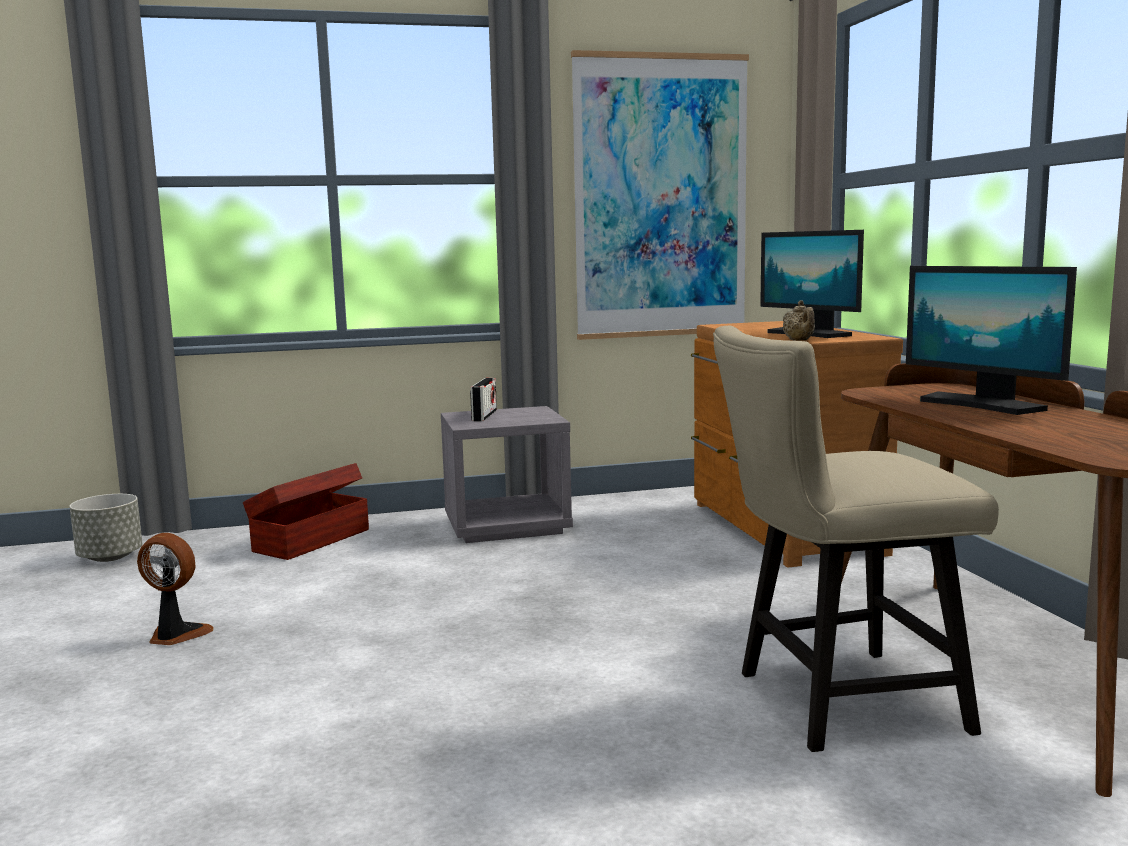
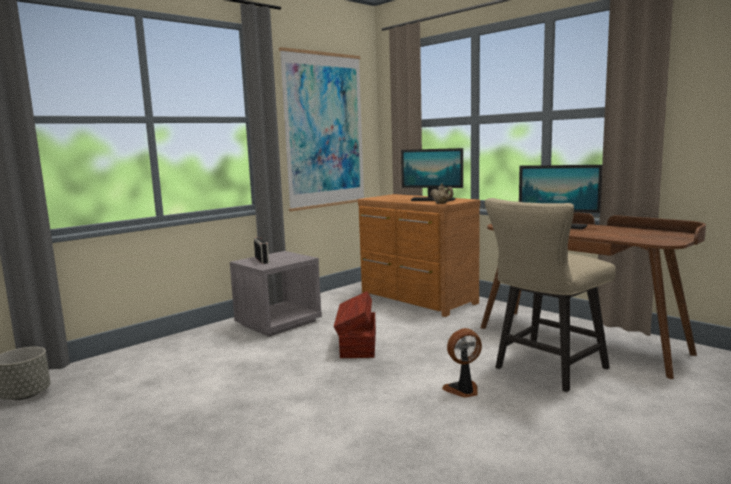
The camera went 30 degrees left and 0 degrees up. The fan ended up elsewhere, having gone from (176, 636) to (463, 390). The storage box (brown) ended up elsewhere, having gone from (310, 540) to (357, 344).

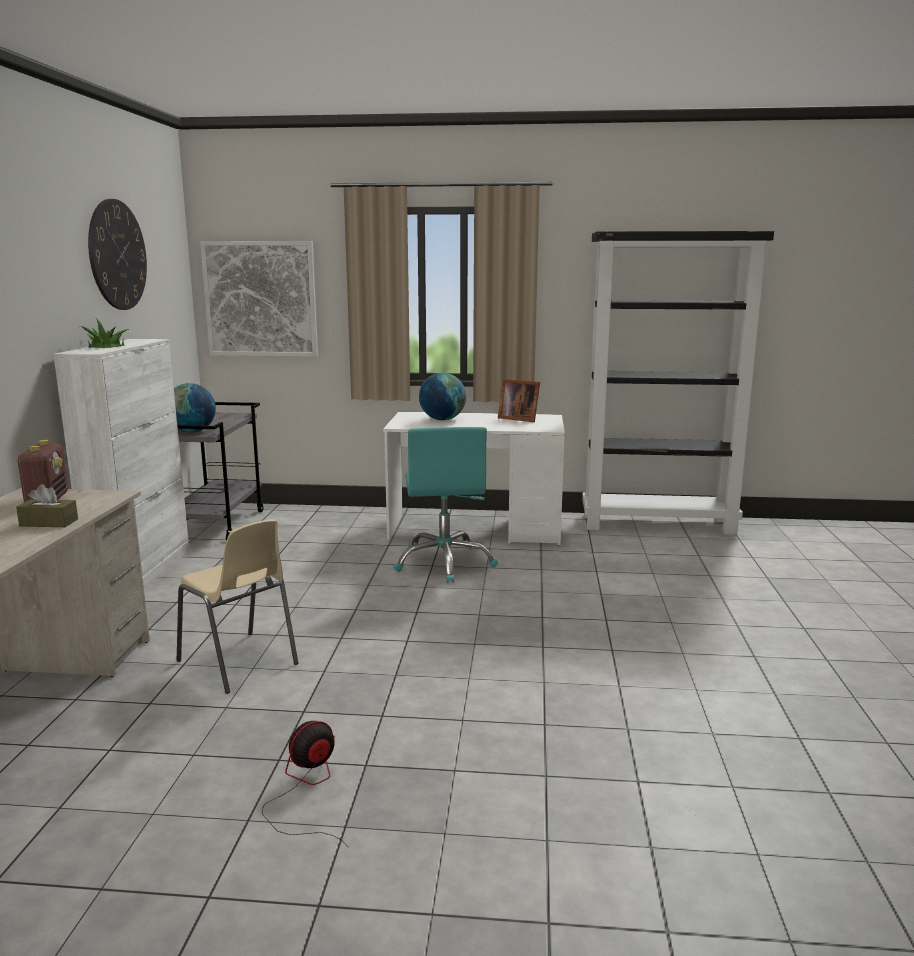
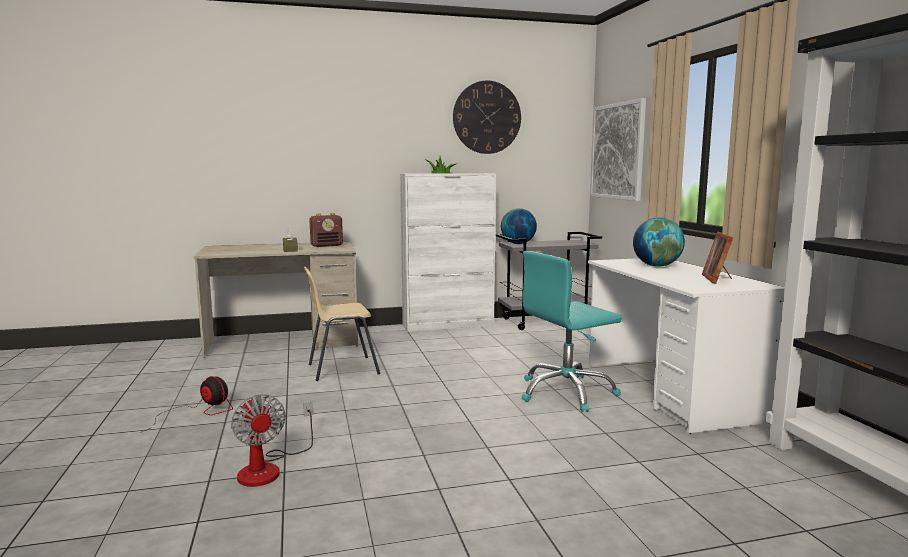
The camera went 70 degrees right and 5 degrees down. The chair (beige) at (239, 663) ended up facing another way, 45 degrees clockwise from before. The second view gained the fan at (269, 468).

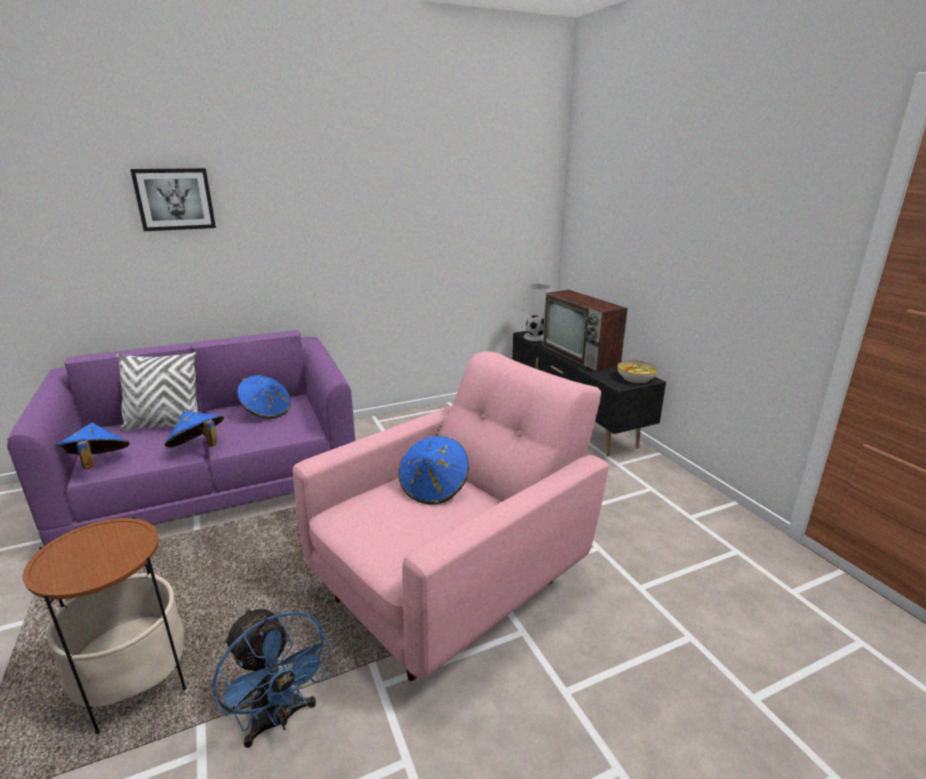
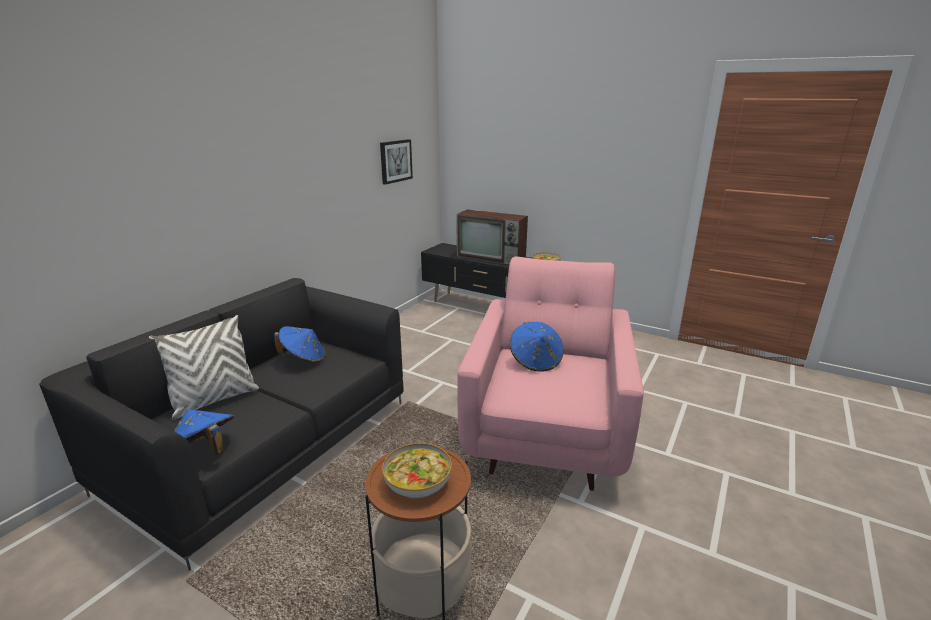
The camera went 35 degrees left and 0 degrees up. What was the sofa (purple) at (217, 481) turned into the sofa (black) at (264, 442). The picture ended up elsewhere, having gone from (175, 199) to (395, 161). The second view lost the hat (blue) at (198, 447). The second view lost the fan (blue) at (279, 720). The second view lost the table lamp (white) at (535, 337). The second view gained the bowl at (417, 482).

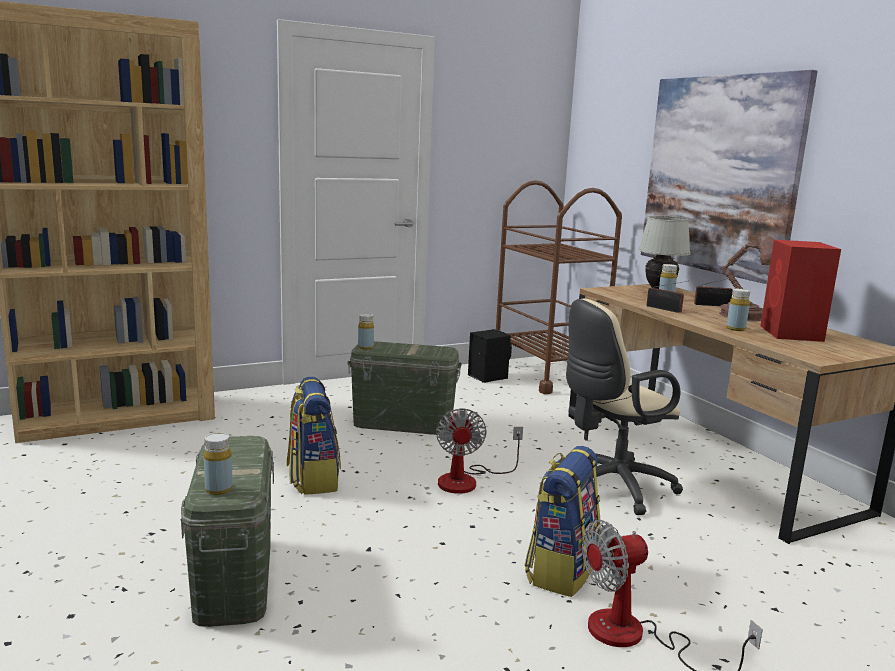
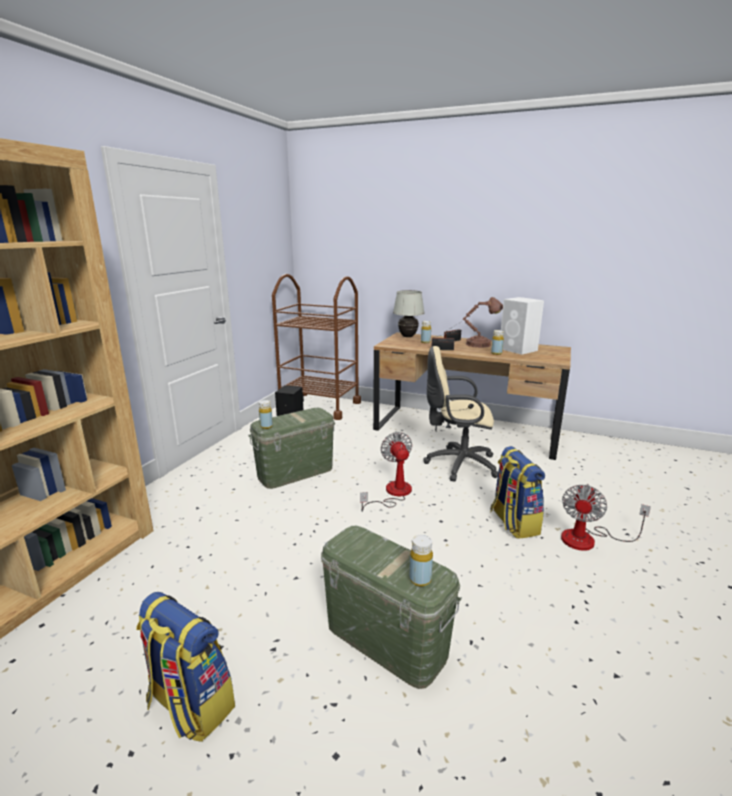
The camera went 40 degrees left and 5 degrees up. The backpack ended up elsewhere, having gone from (312, 479) to (189, 705). The fan at (468, 480) ended up facing another way, 150 degrees counterclockwise from before. The office chair (beige) at (610, 487) ended up facing another way, 75 degrees clockwise from before. The second view lost the picture at (719, 175). What was the speaker (red) at (791, 334) turned into the speaker (white) at (518, 350).

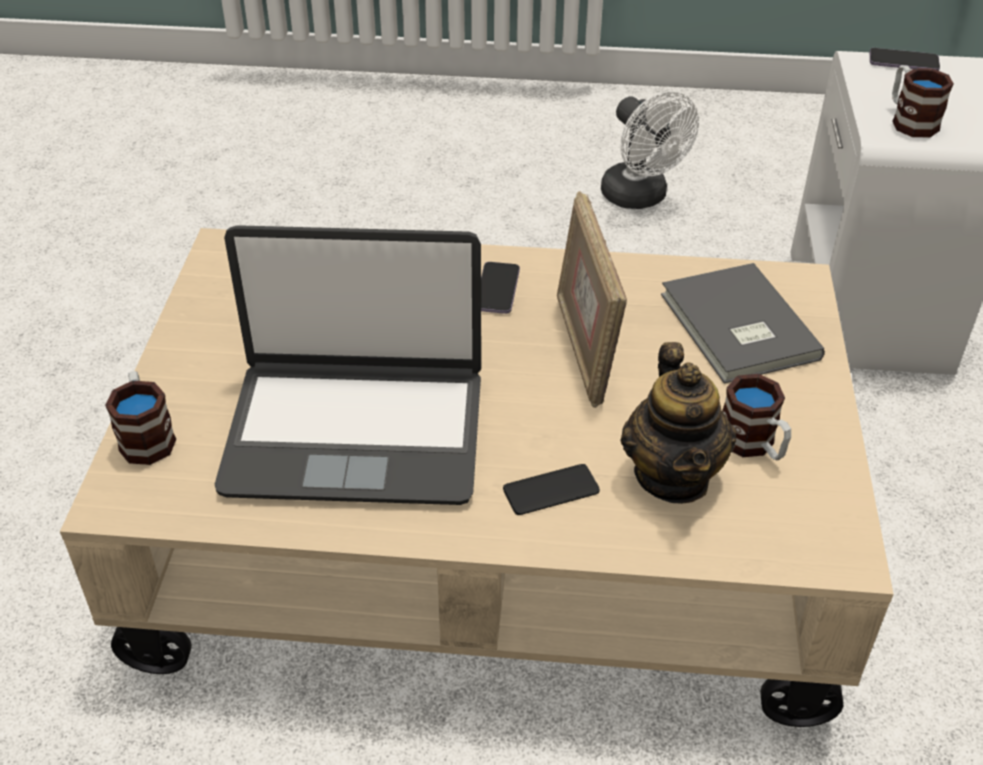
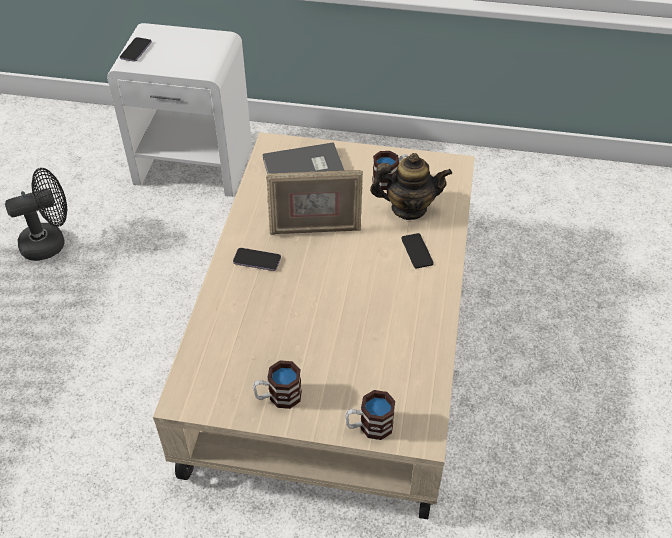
The camera went 85 degrees left and 5 degrees up. The second view lost the laptop at (355, 431). What was the fan (white) at (640, 198) turned into the fan (black) at (50, 242). The mug ended up elsewhere, having gone from (909, 120) to (278, 397).

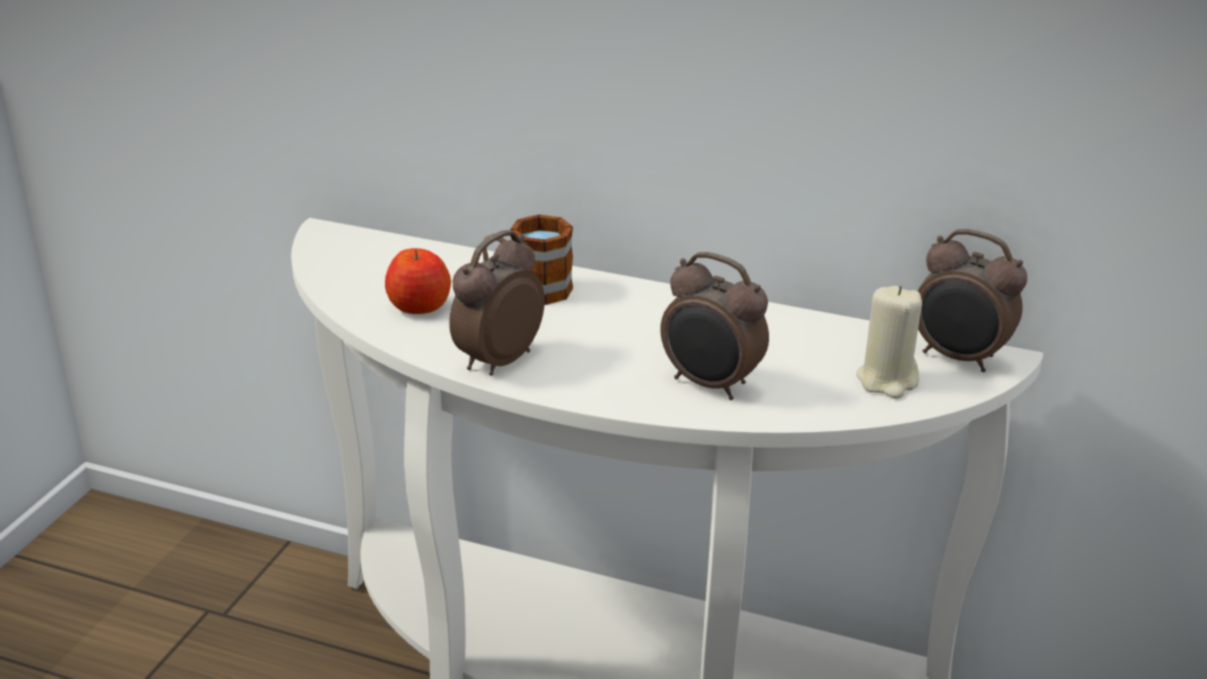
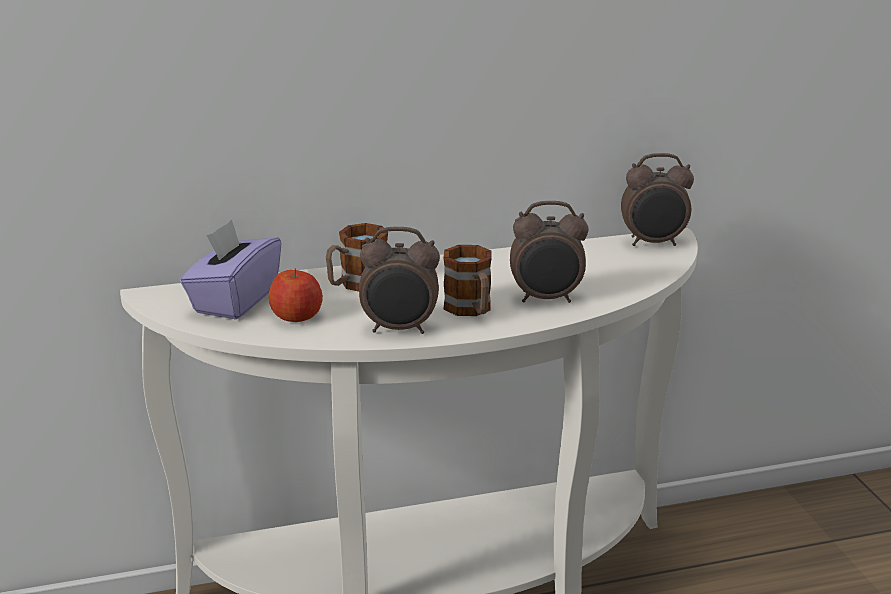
The camera went 35 degrees left and 5 degrees down. The alarm clock at (496, 361) ended up facing another way, 90 degrees counterclockwise from before. The second view lost the candle (beige) at (887, 380). The second view gained the tissue box (purple) at (234, 300). The second view gained the mug at (471, 310).

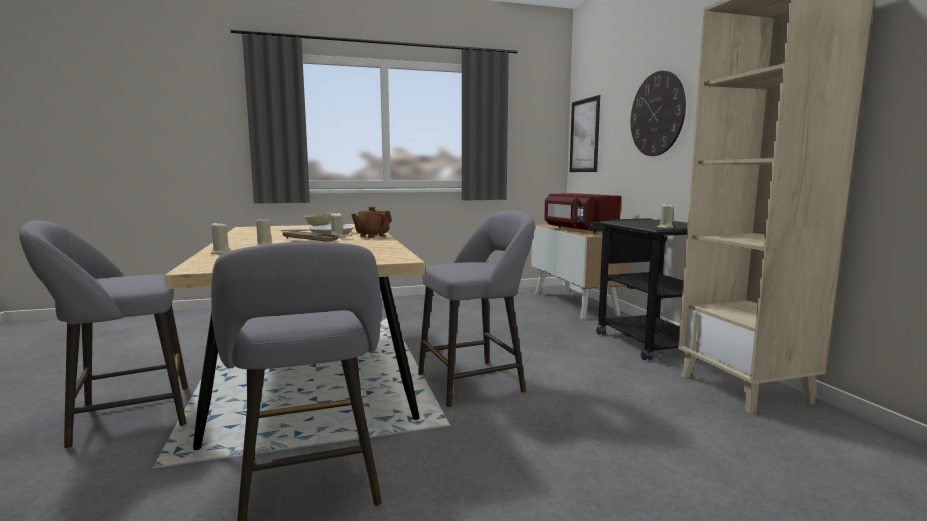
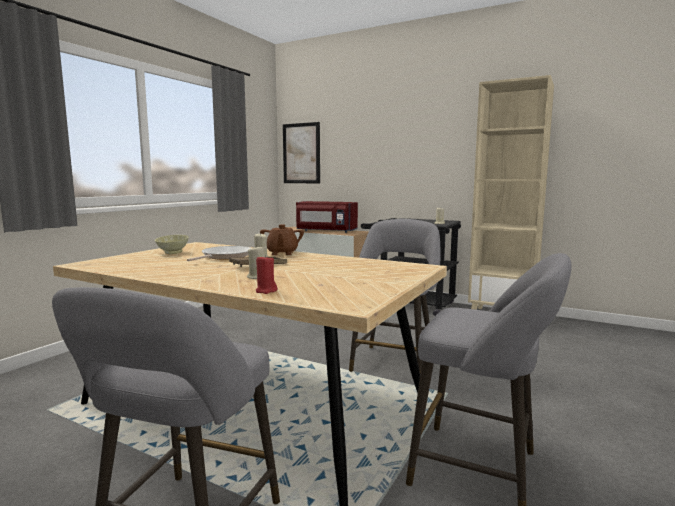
The camera went 45 degrees left and 0 degrees up. What was the candle (beige) at (221, 253) turned into the candle (red) at (266, 291). The second view lost the wall clock at (657, 114).

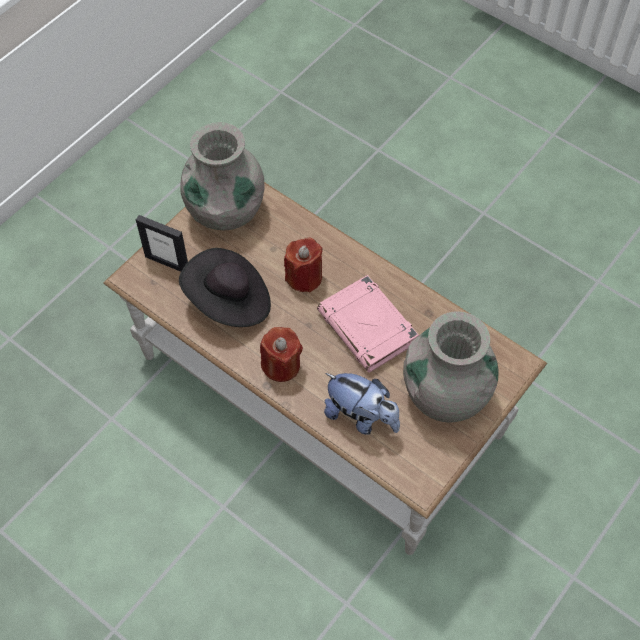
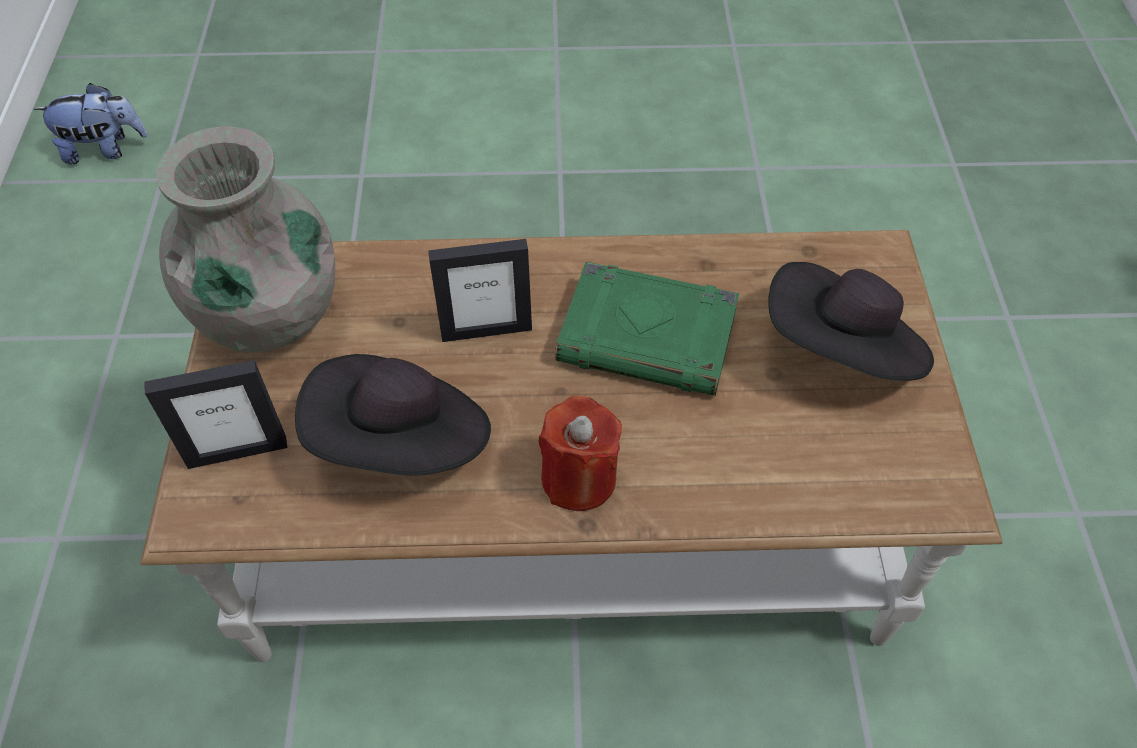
The camera went 40 degrees left and 5 degrees down. Where the candle (red) stood at (304, 277), the picture frame came to stand at (486, 330). What was the book (pink) at (368, 328) turned into the book (green) at (649, 337). The plush toy ended up elsewhere, having gone from (361, 416) to (104, 149). Where the vase (grey) stood at (445, 394), the hat (black) came to stand at (842, 352).

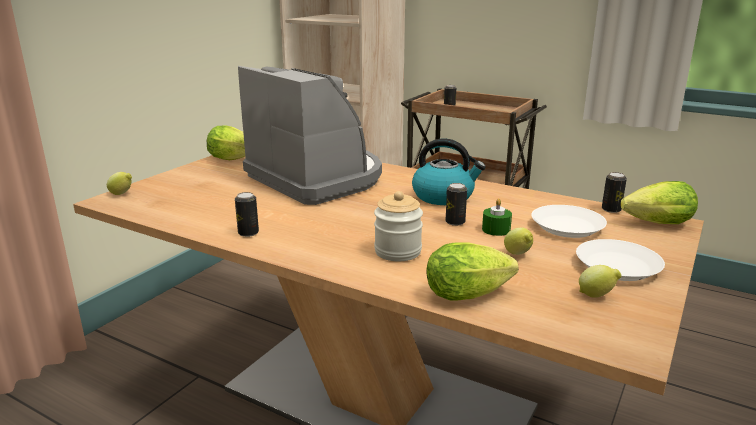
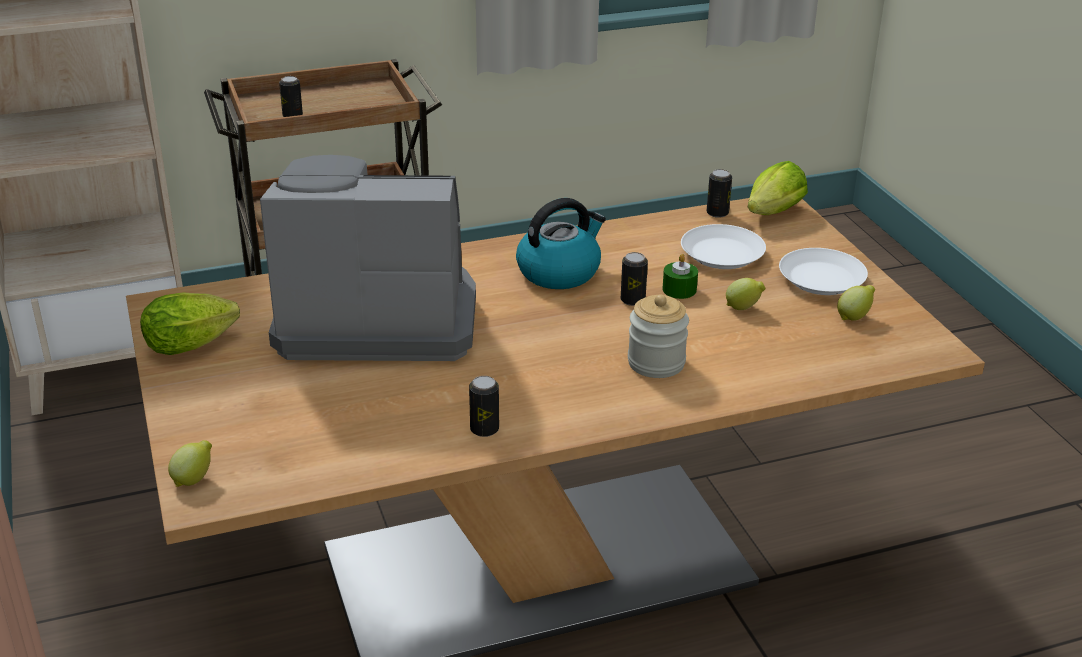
The camera went 50 degrees left and 10 degrees up. The second view lost the lettuce at (471, 294).

